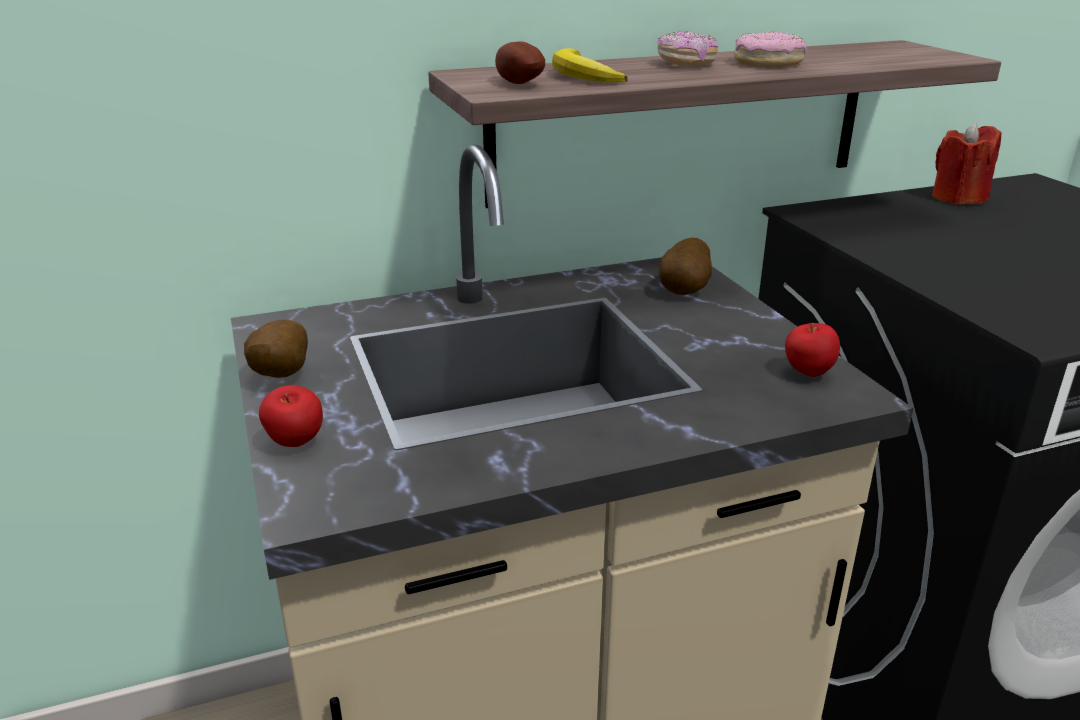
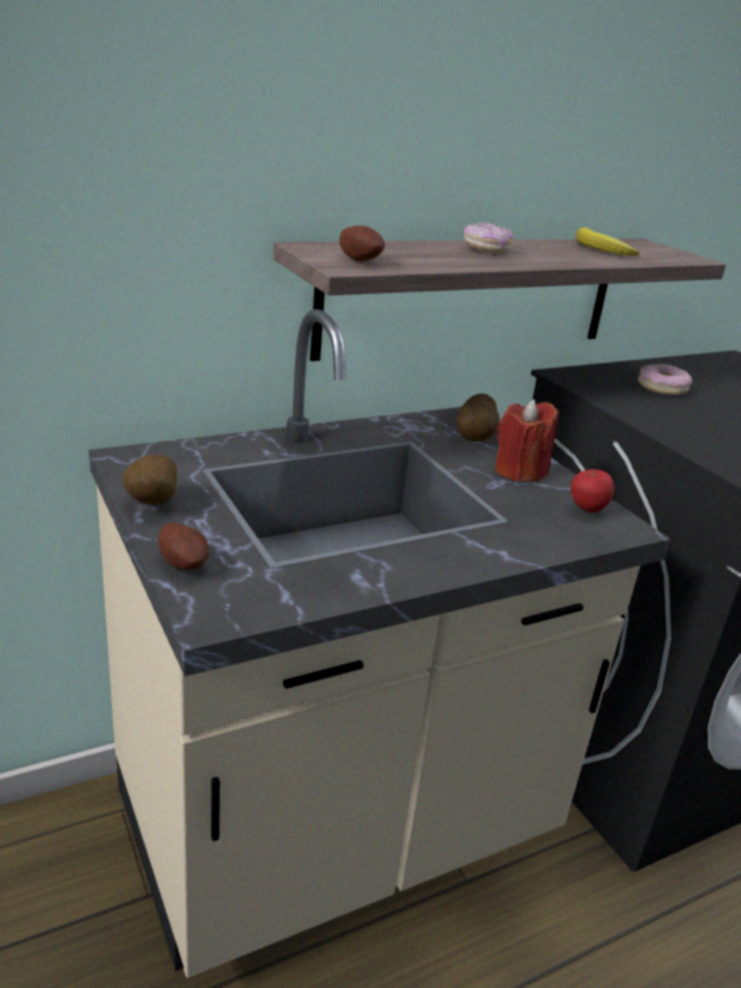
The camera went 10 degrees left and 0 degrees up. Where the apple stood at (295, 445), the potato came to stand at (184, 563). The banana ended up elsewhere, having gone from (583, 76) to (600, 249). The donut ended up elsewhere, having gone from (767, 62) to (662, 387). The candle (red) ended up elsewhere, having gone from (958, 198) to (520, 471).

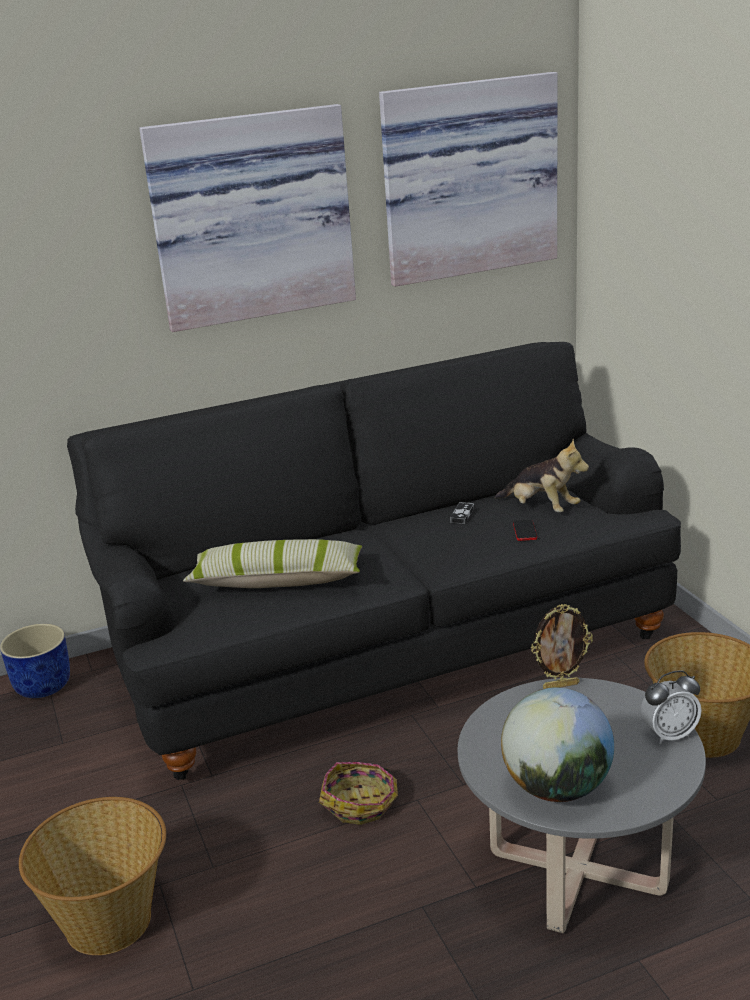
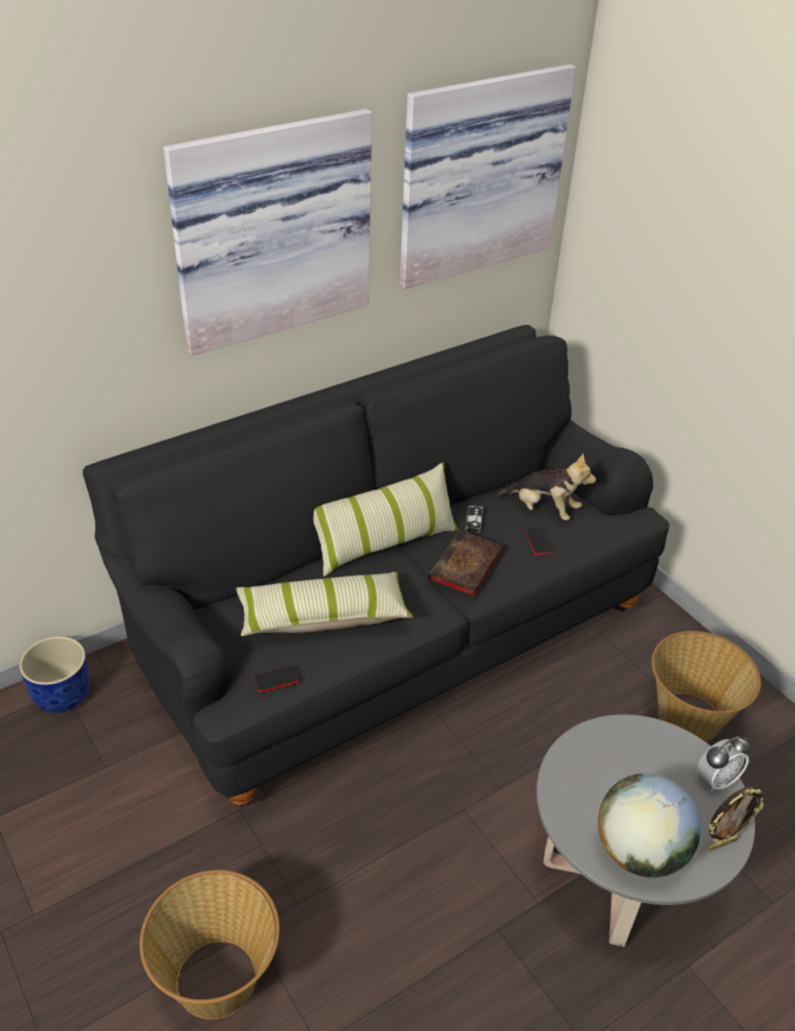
The camera went 15 degrees left and 15 degrees up. The second view lost the basket at (361, 803). The picture frame ended up elsewhere, having gone from (561, 685) to (721, 843). The second view gained the phone at (276, 679). The second view gained the pillow at (384, 542). The second view gained the book at (465, 569).

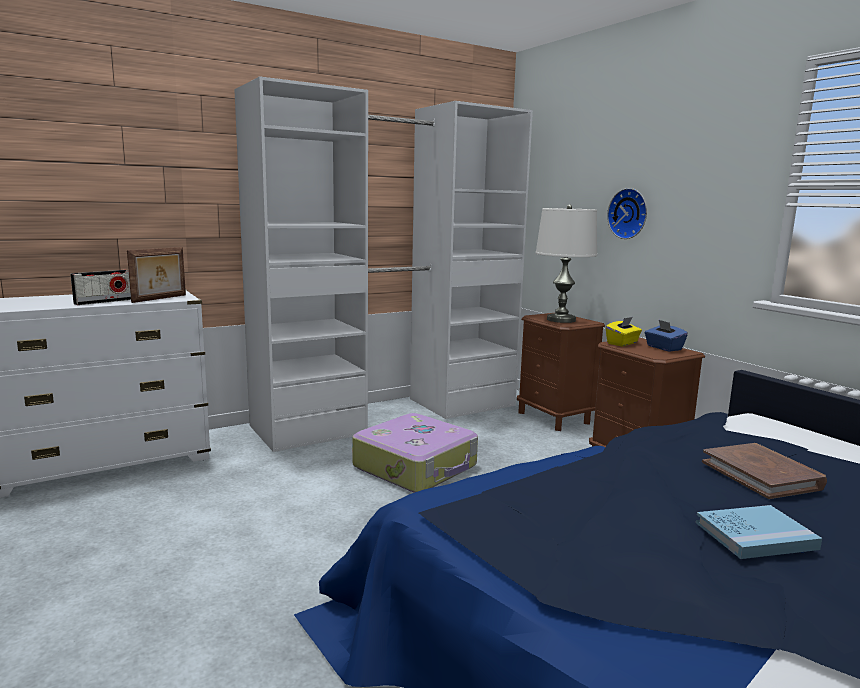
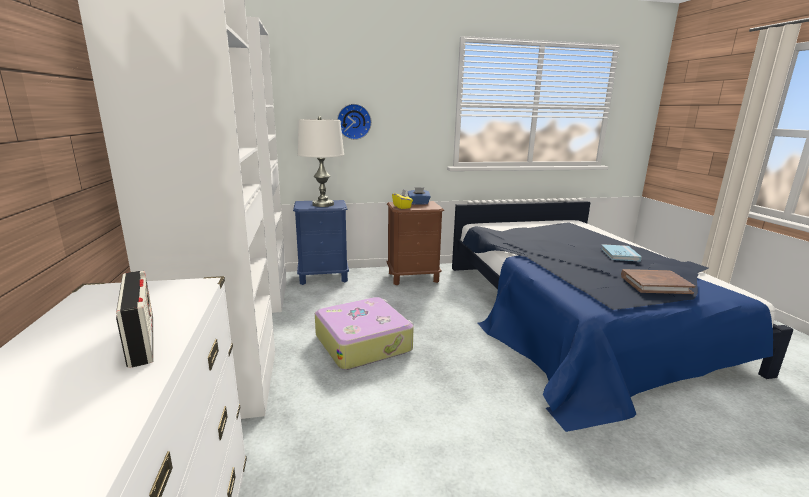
The camera went 70 degrees left and 5 degrees up. The second view lost the picture frame at (160, 298). What was the nightstand (brown) at (554, 418) turned into the nightstand (blue) at (324, 277). The book (brown) ended up elsewhere, having gone from (761, 475) to (655, 284).

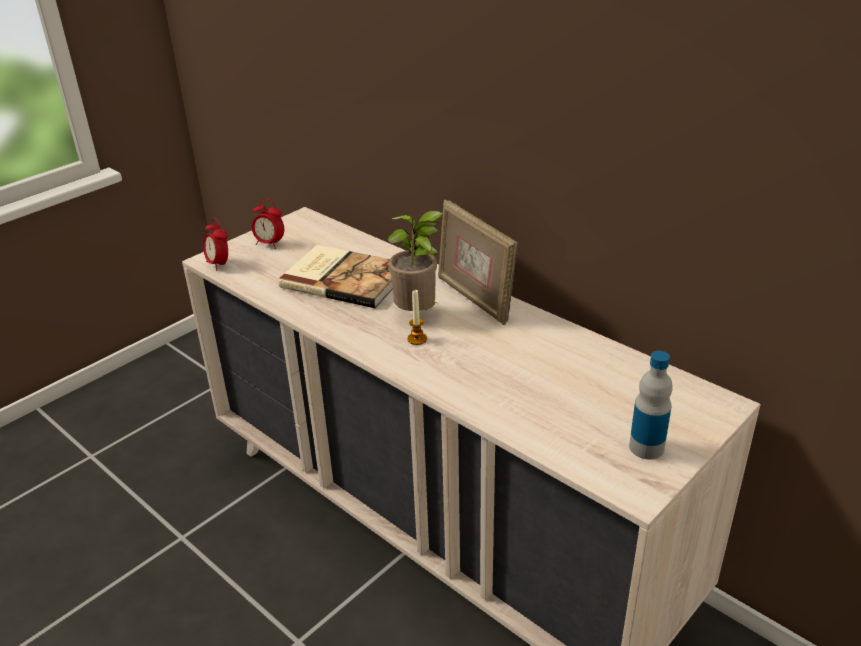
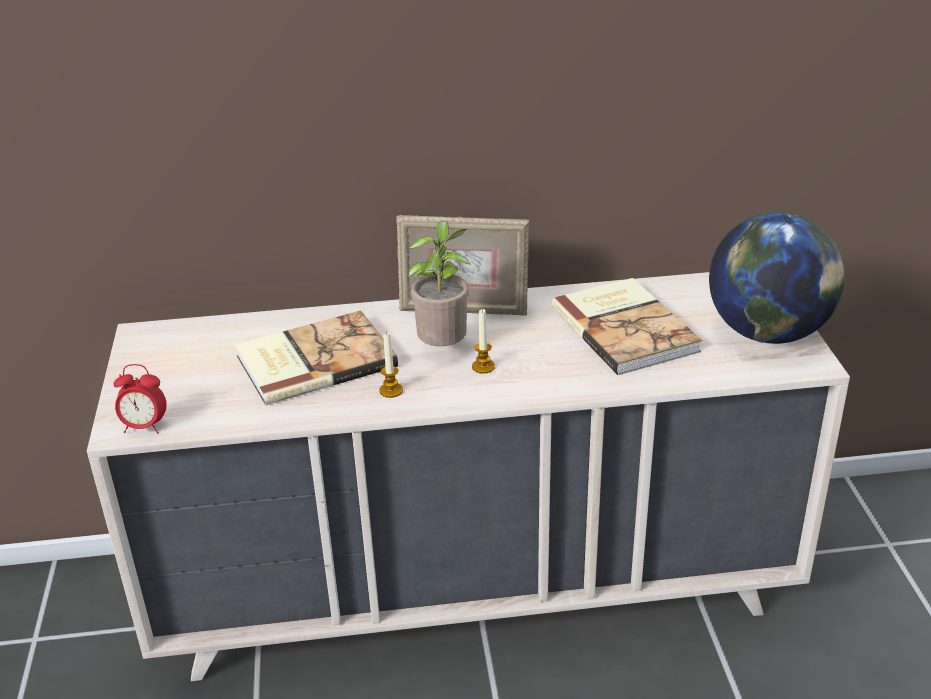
The camera went 50 degrees left and 0 degrees up. The second view lost the alarm clock at (270, 244). Where the bottle stood at (646, 447), the globe came to stand at (768, 334). The second view gained the candle at (391, 390). The second view gained the book at (626, 328).

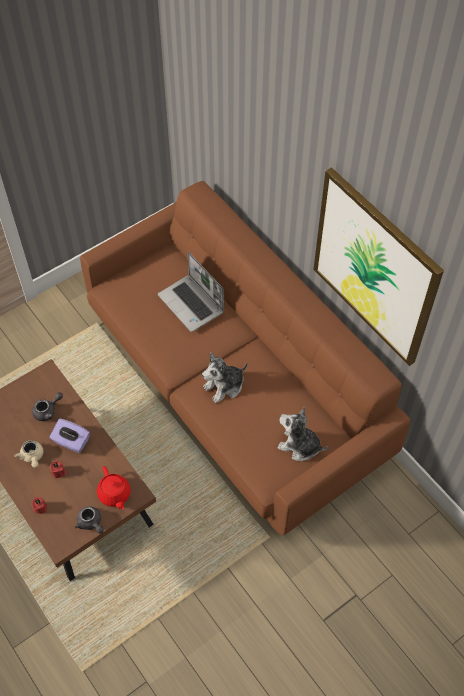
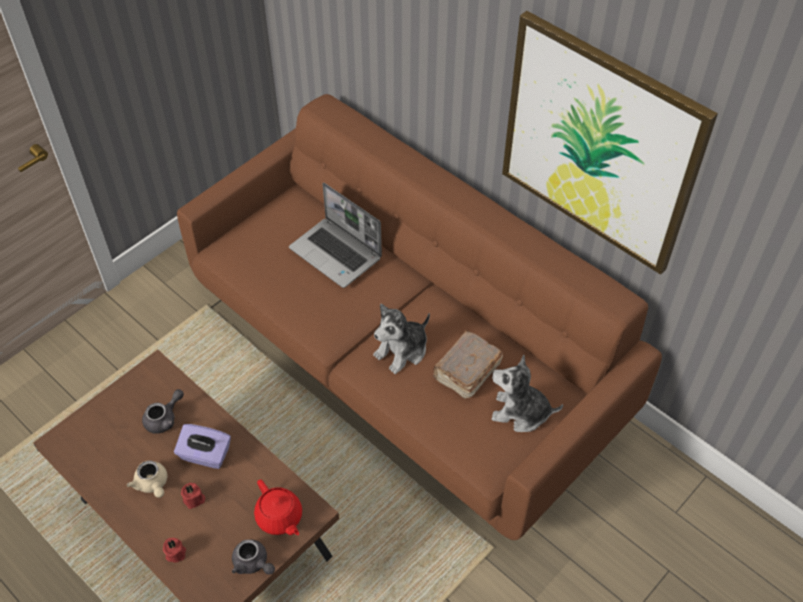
The camera went 10 degrees left and 5 degrees down. The second view gained the book (brown) at (466, 372).

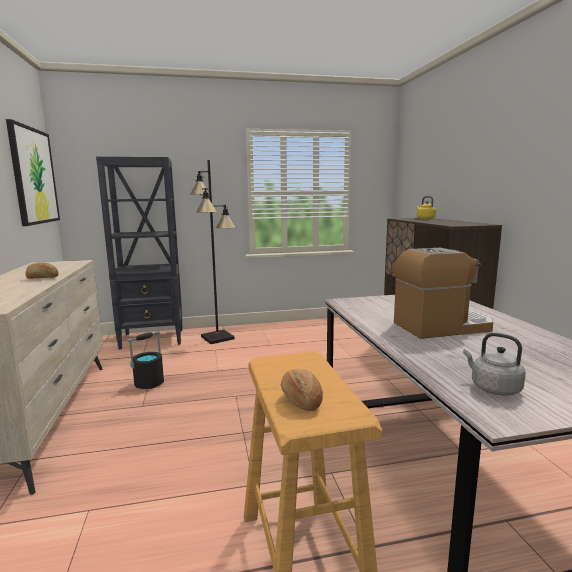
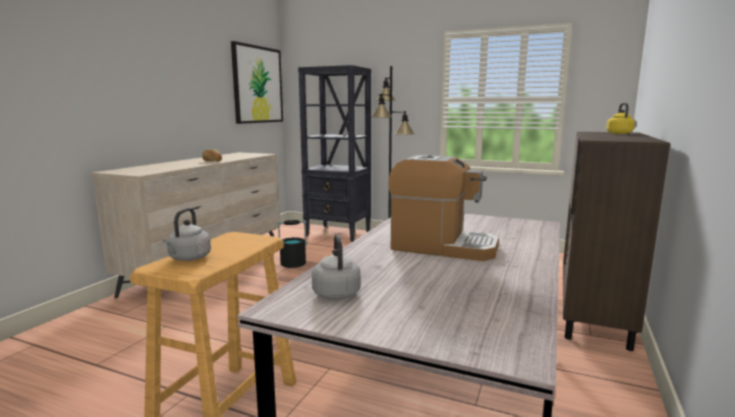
The camera went 35 degrees right and 0 degrees up. Where the bread stood at (301, 401), the kettle (grey) came to stand at (188, 258).

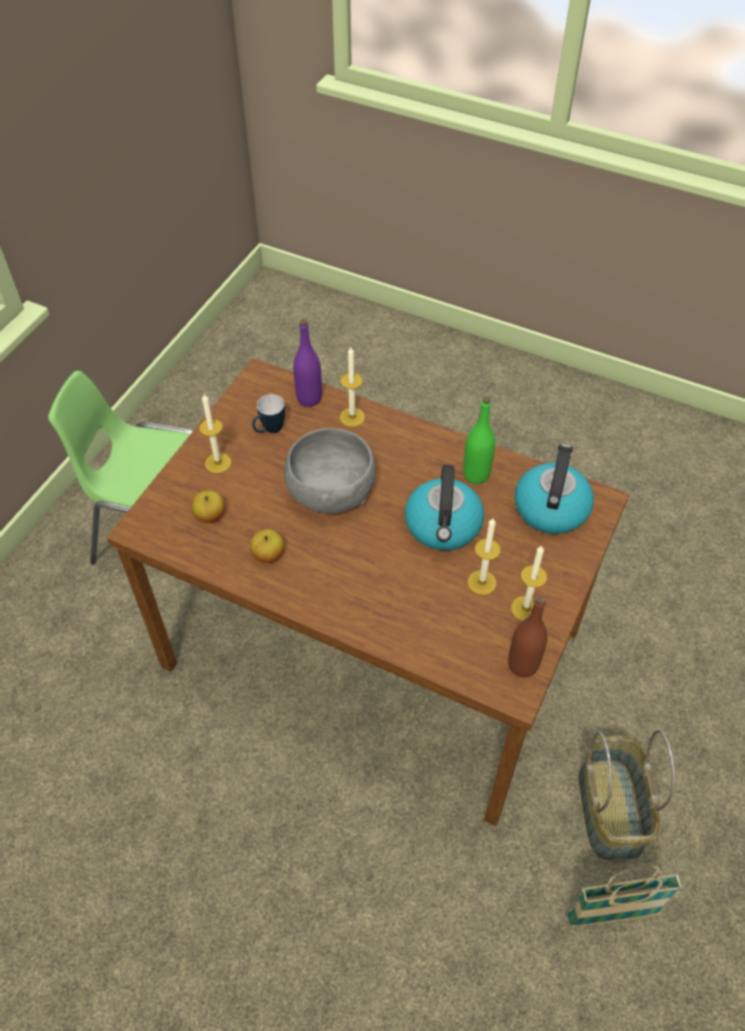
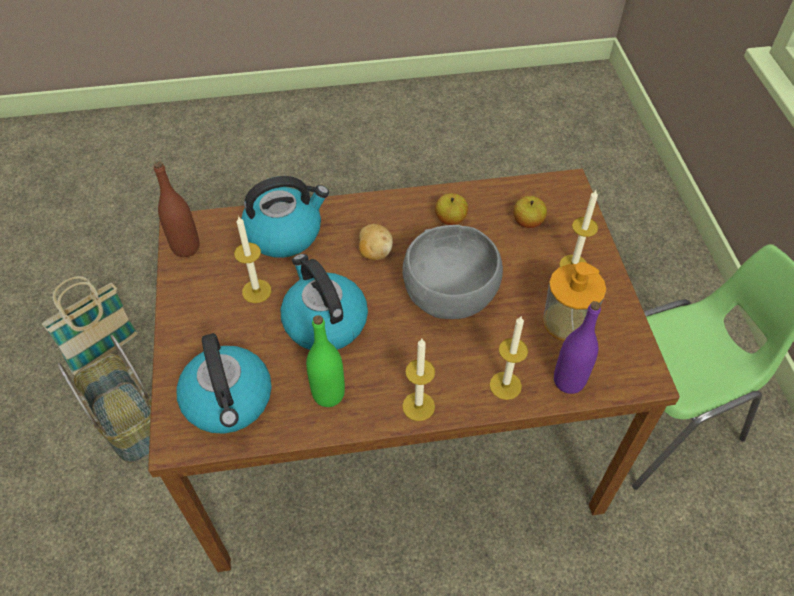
The camera went 145 degrees right and 0 degrees up. Where the mug stood at (269, 430), the soap dispenser came to stand at (566, 321). The candle ended up elsewhere, having gone from (525, 608) to (418, 406). The second view gained the kettle at (285, 233). The second view gained the potato at (374, 252).

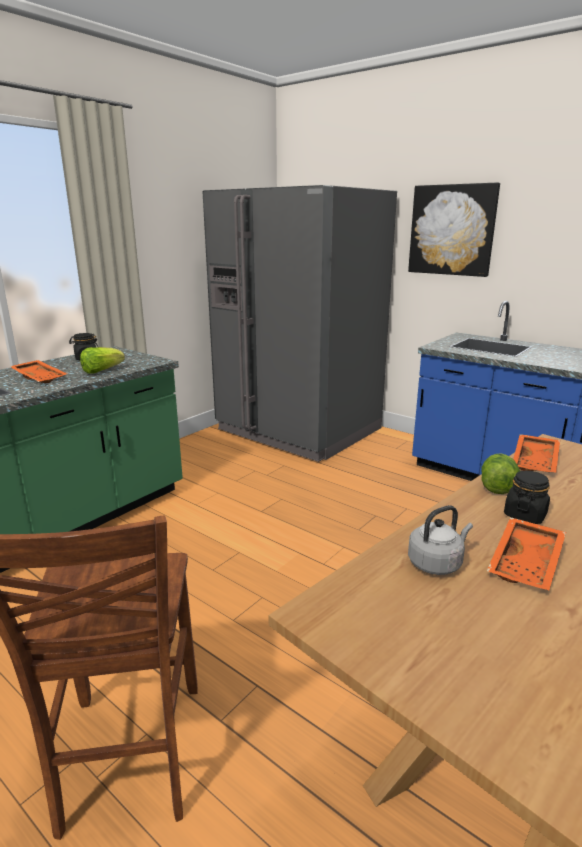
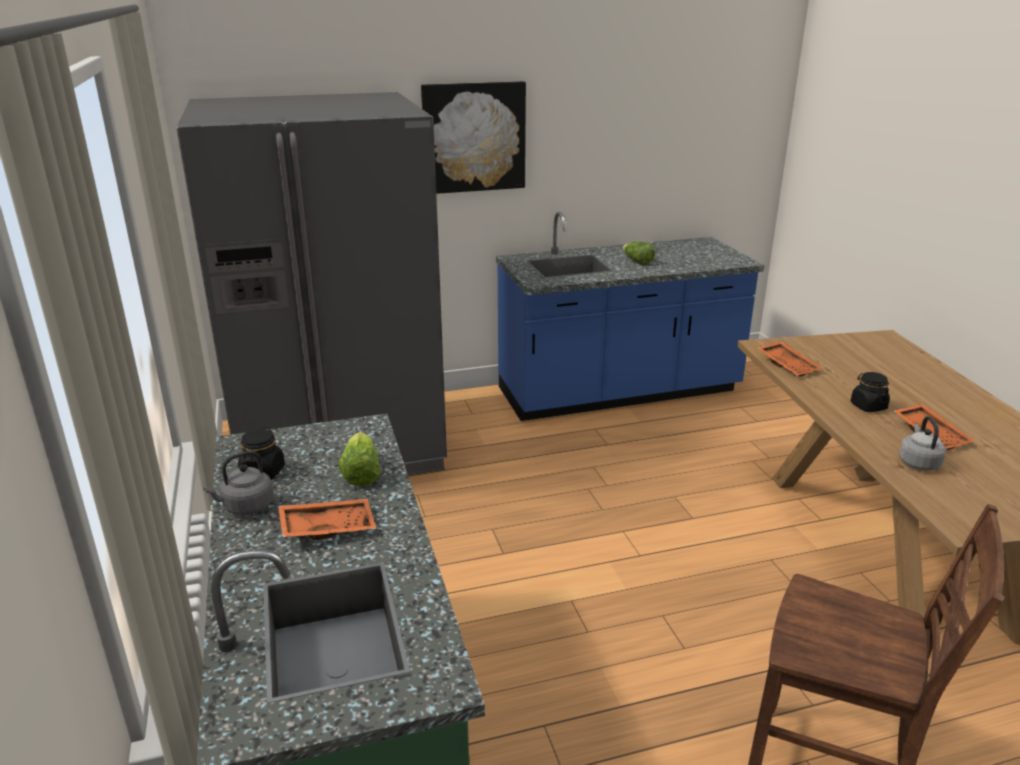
The camera went 55 degrees left and 5 degrees up. The lettuce ended up elsewhere, having gone from (497, 485) to (637, 261). The second view gained the kettle (grey) at (246, 507).

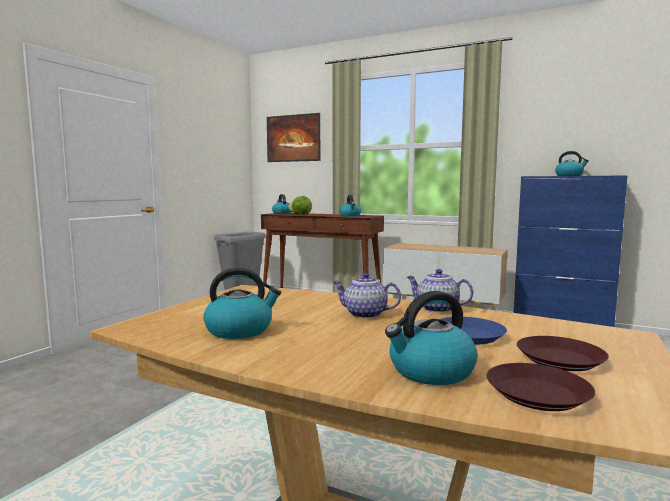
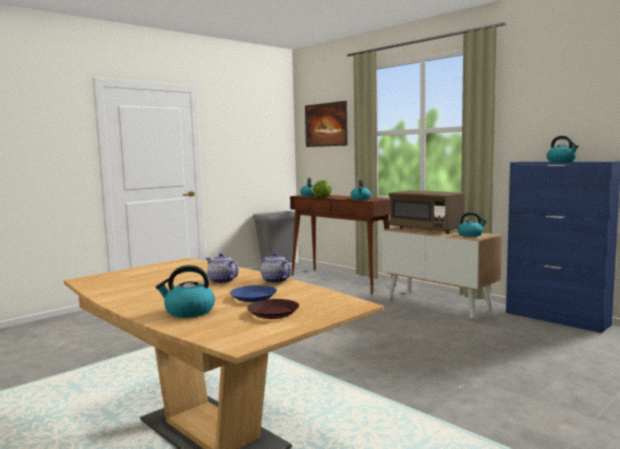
The camera went 20 degrees right and 0 degrees up. The kettle ended up elsewhere, having gone from (240, 330) to (470, 235). The second view lost the plate (brown) at (536, 394). The second view gained the microwave (brown) at (426, 229).

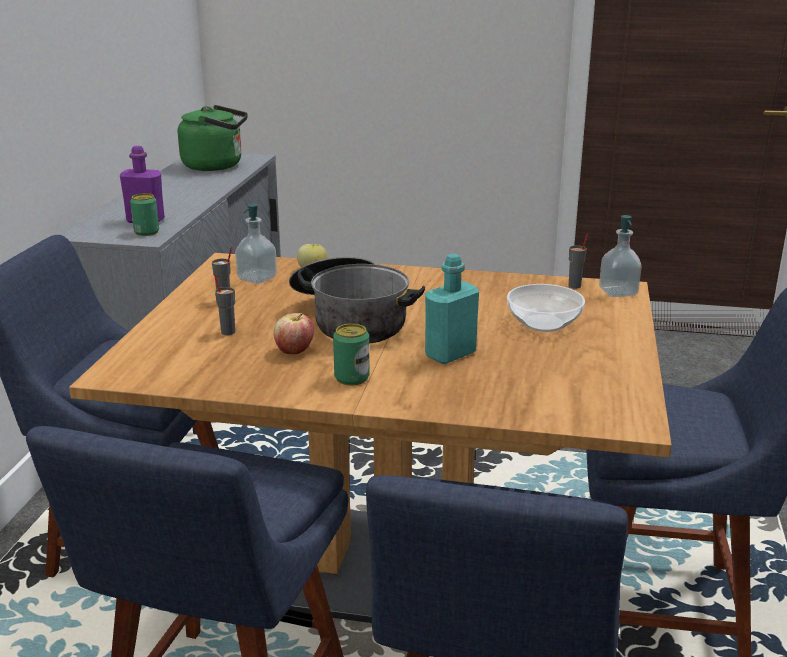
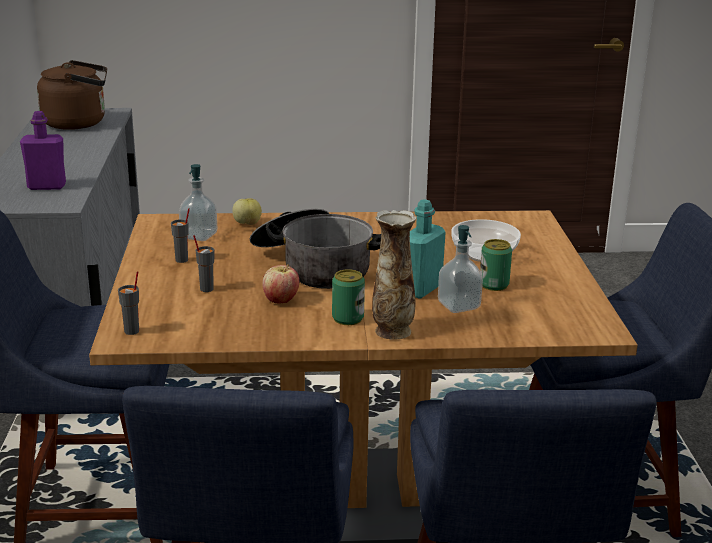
The camera went 15 degrees left and 0 degrees up. The can ended up elsewhere, having gone from (146, 232) to (494, 285). What was the kettle (green) at (216, 166) turned into the kettle (brown) at (79, 123). The cup (grey) ended up elsewhere, having gone from (575, 286) to (132, 331). The soap dispenser ended up elsewhere, having gone from (618, 292) to (458, 306). The second view gained the vase at (392, 331).

